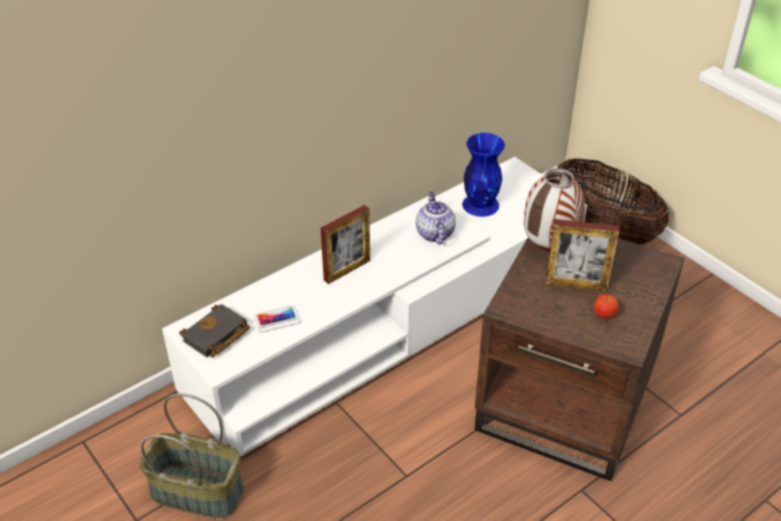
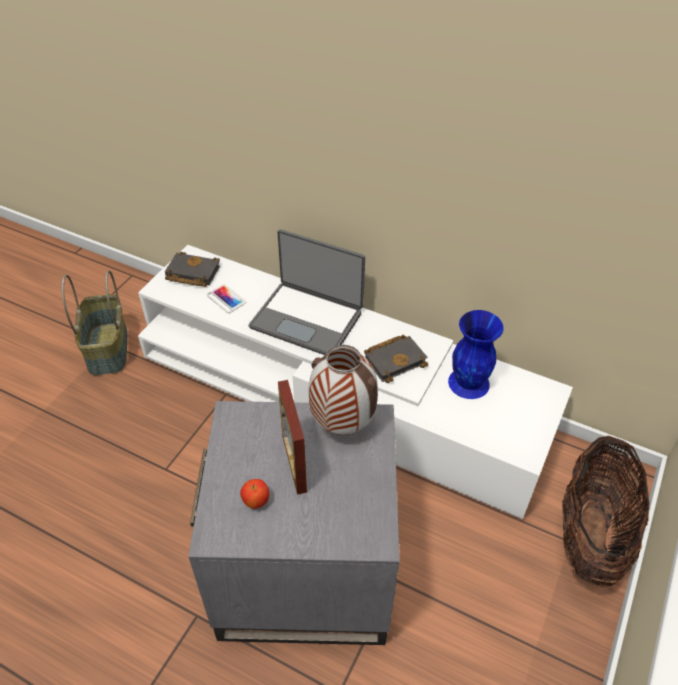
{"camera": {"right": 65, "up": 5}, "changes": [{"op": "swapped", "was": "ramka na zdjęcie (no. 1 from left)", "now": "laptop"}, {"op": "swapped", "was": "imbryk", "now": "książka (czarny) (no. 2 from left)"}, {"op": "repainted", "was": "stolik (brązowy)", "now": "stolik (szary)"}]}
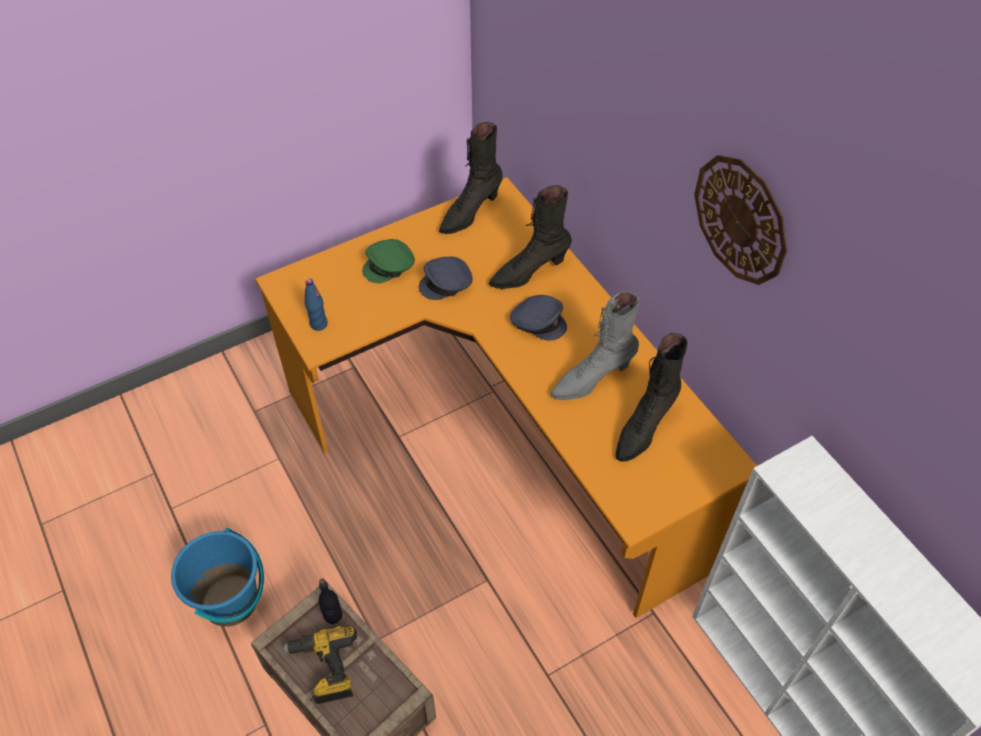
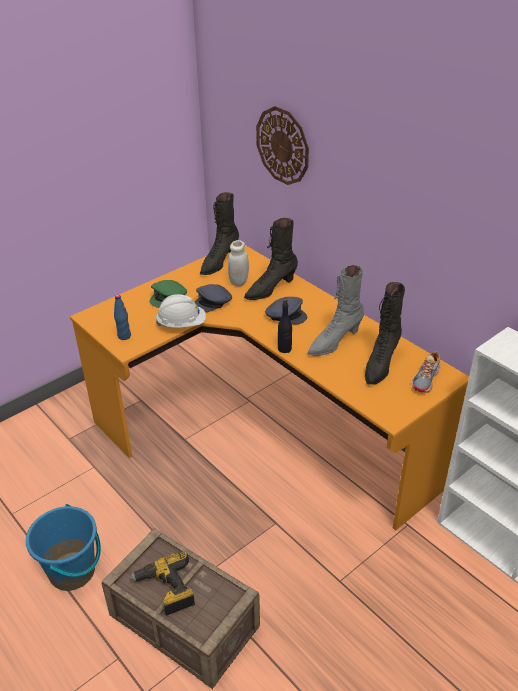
{"camera": {"right": -10, "up": -15}, "changes": [{"op": "shifted", "was": "butelka (czarny)"}, {"op": "shifted", "was": "zegar ścienny"}, {"op": "new", "now": "kask (biały)"}, {"op": "new", "now": "słoik (biały)"}, {"op": "new", "now": "but"}]}
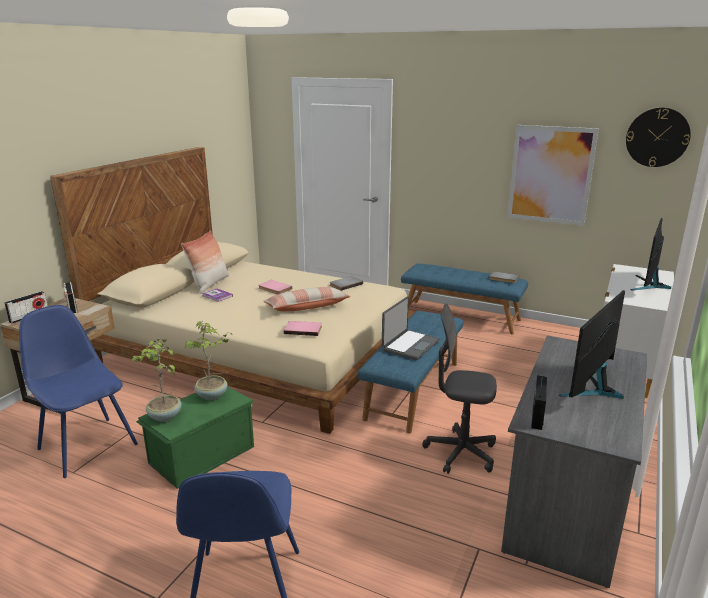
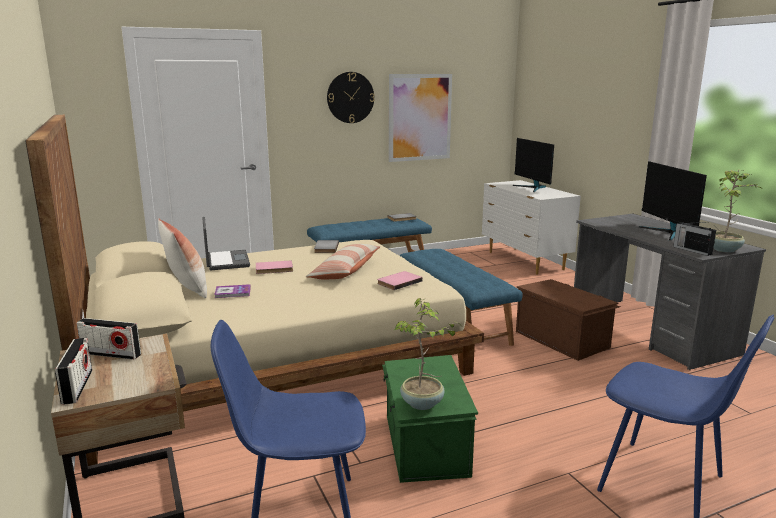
{"camera": {"right": -50, "up": -5}, "changes": [{"op": "shifted", "was": "roślina doniczkowa (no. 2 from left)"}, {"op": "shifted", "was": "laptop"}, {"op": "swapped", "was": "krzesło biurowe (szary)", "now": "pojemnik do przechowywania (brązowy)"}, {"op": "shifted", "was": "zegar ścienny"}]}
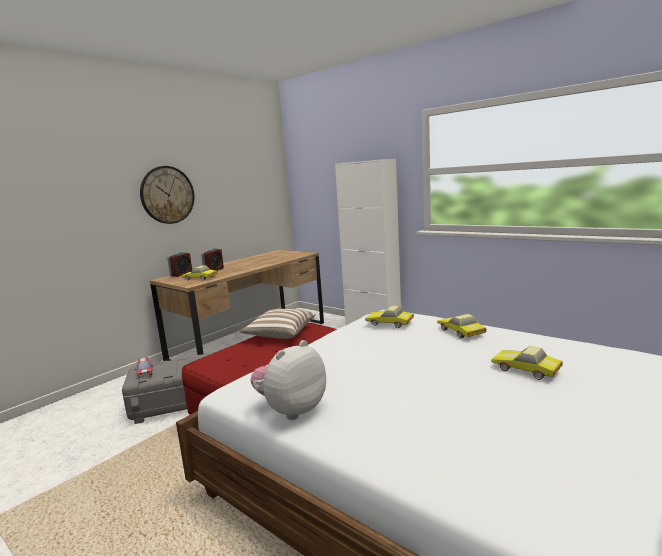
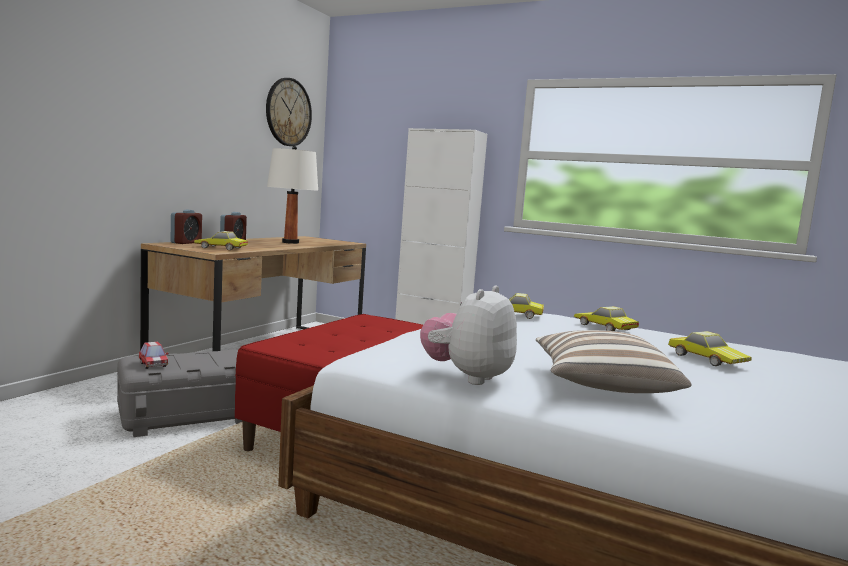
{"camera": {"right": -15, "up": -5}, "changes": [{"op": "shifted", "was": "zegar ścienny"}, {"op": "shifted", "was": "poduszka"}, {"op": "rotated", "was": "samochodzik (no. 5 from left)", "clockwise": -150}, {"op": "new", "now": "lampa stołowa (biały)"}]}
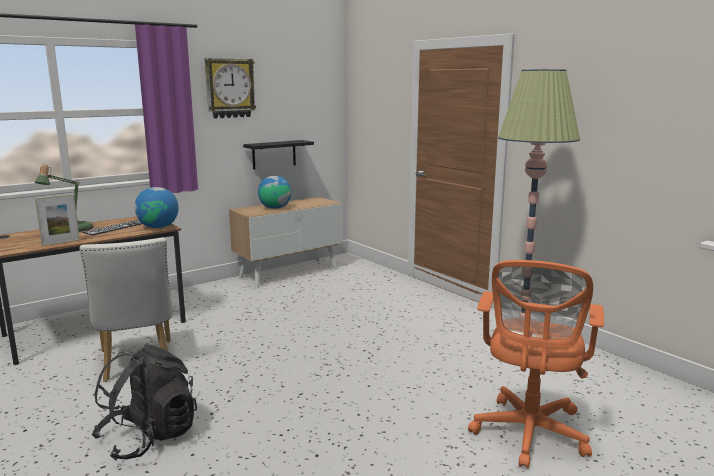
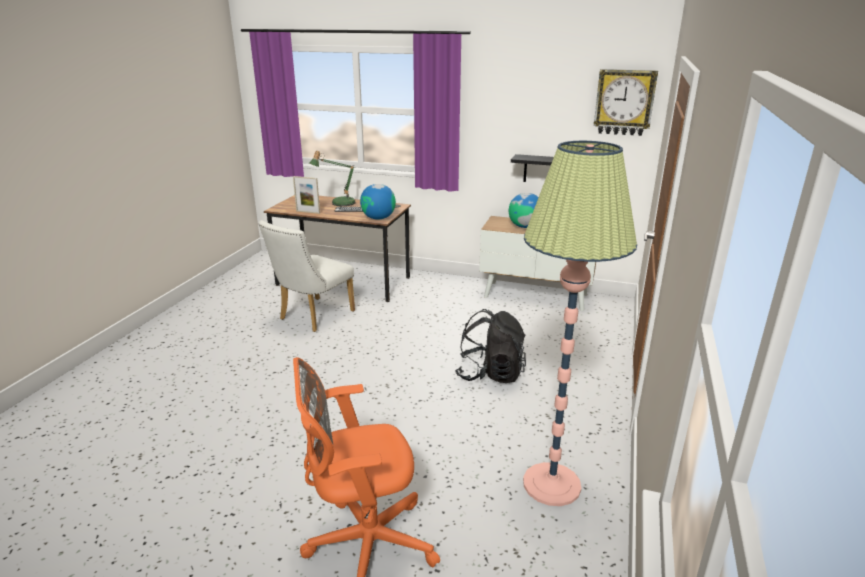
{"camera": {"right": 55, "up": 10}, "changes": [{"op": "shifted", "was": "plecak (czarny)"}, {"op": "shifted", "was": "zegar ścienny"}]}
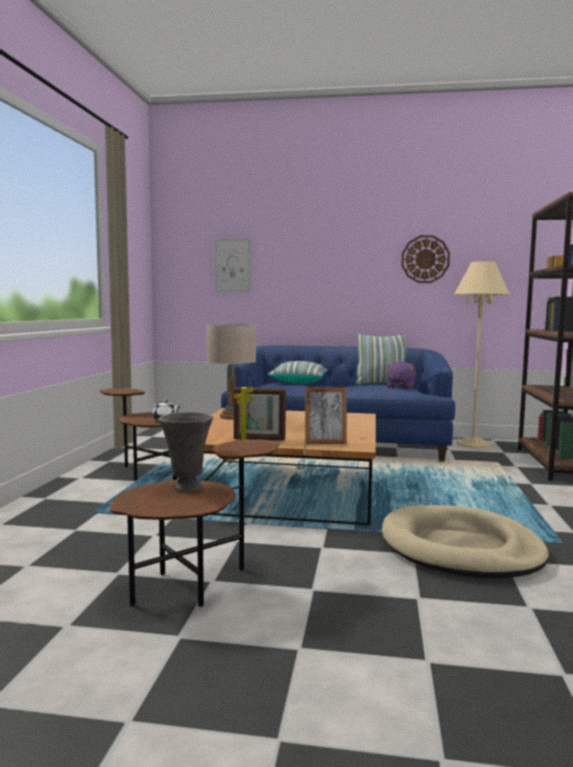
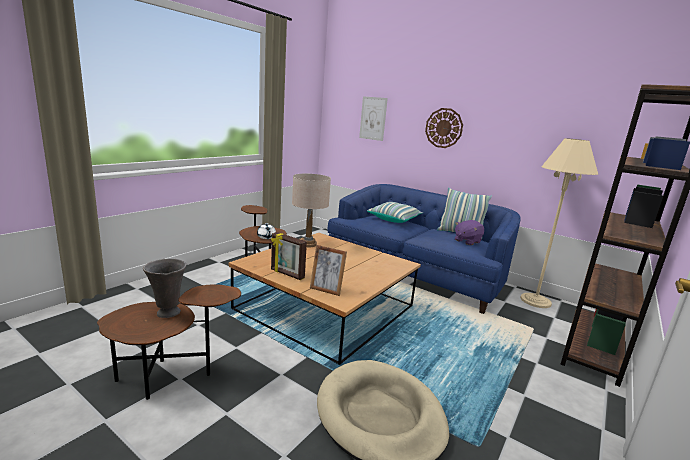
{"camera": {"right": 25, "up": 10}, "changes": [{"op": "shifted", "was": "zegar ścienny"}]}
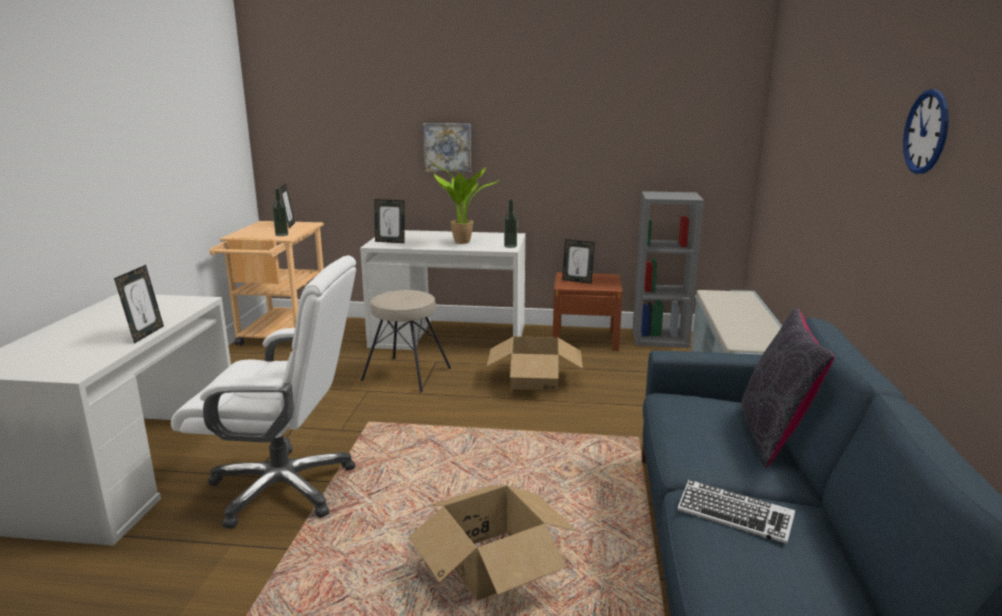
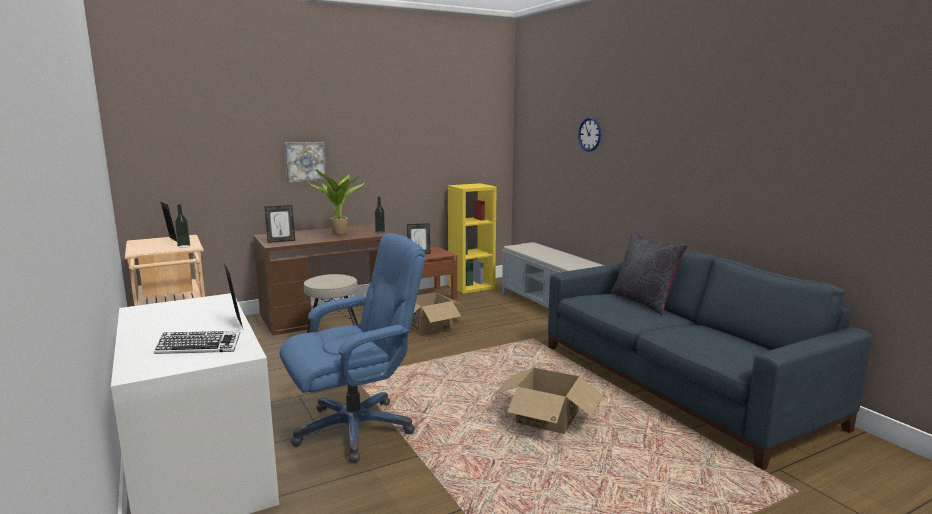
{"camera": {"right": -35, "up": -5}, "changes": [{"op": "repainted", "was": "krzesło biurowe (biały)", "now": "krzesło biurowe (niebieski)"}, {"op": "repainted", "was": "biurko (biały) (no. 2 from left)", "now": "biurko (brązowy)"}, {"op": "repainted", "was": "regał (szary)", "now": "regał (żółty)"}, {"op": "shifted", "was": "klawiatura"}, {"op": "shifted", "was": "zegar ścienny"}]}
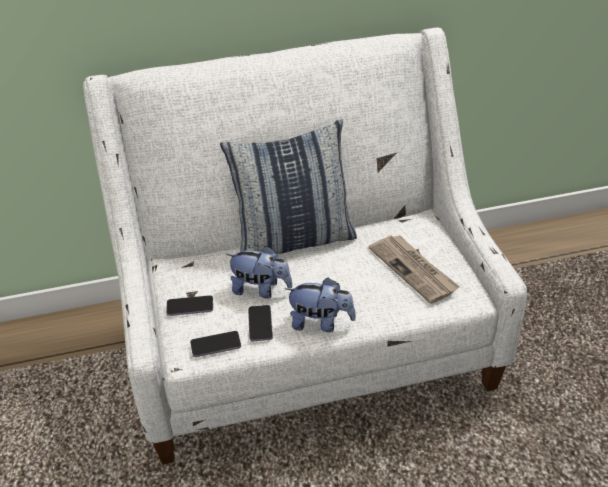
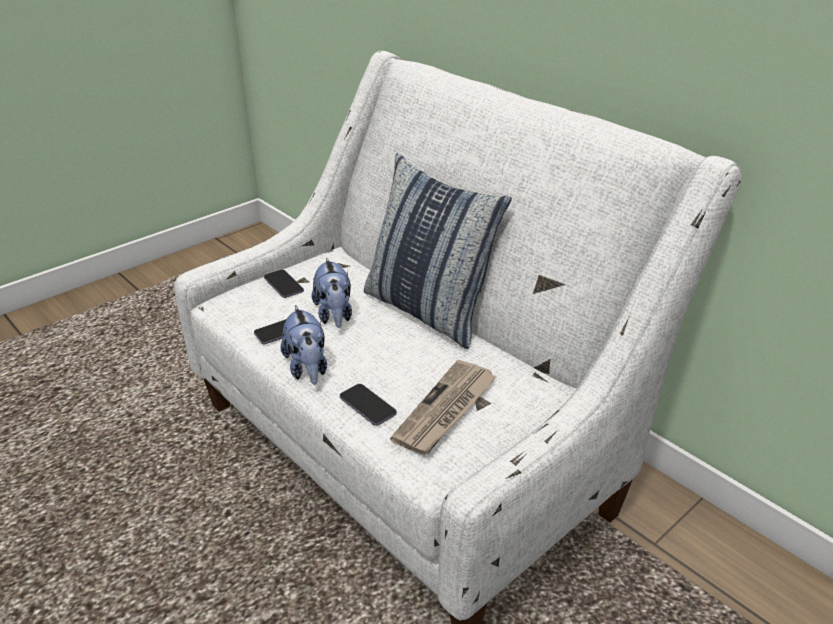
{"camera": {"right": 60, "up": -5}, "changes": [{"op": "shifted", "was": "telefon (no. 2 from left in the first image)", "now": "telefon (no. 3 from left)"}]}
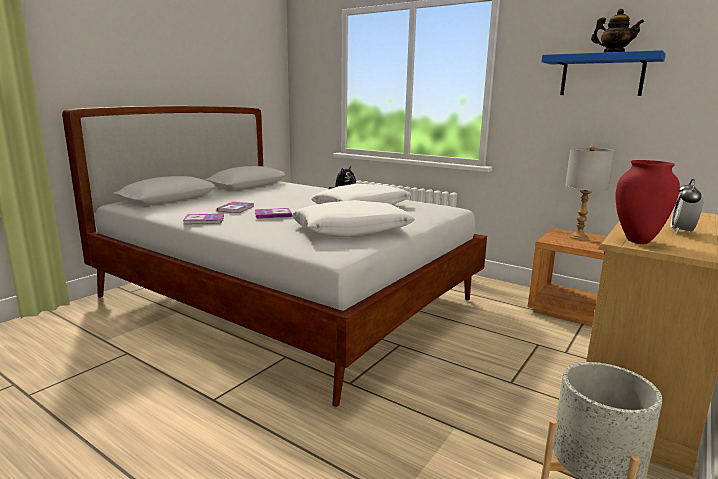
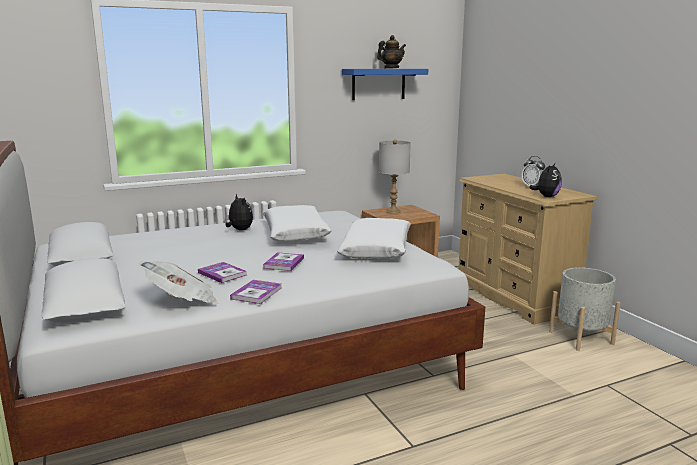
{"camera": {"right": -60, "up": 0}, "changes": [{"op": "swapped", "was": "wazon (czerwony)", "now": "pluszak (no. 2 from left)"}, {"op": "new", "now": "gazeta"}]}
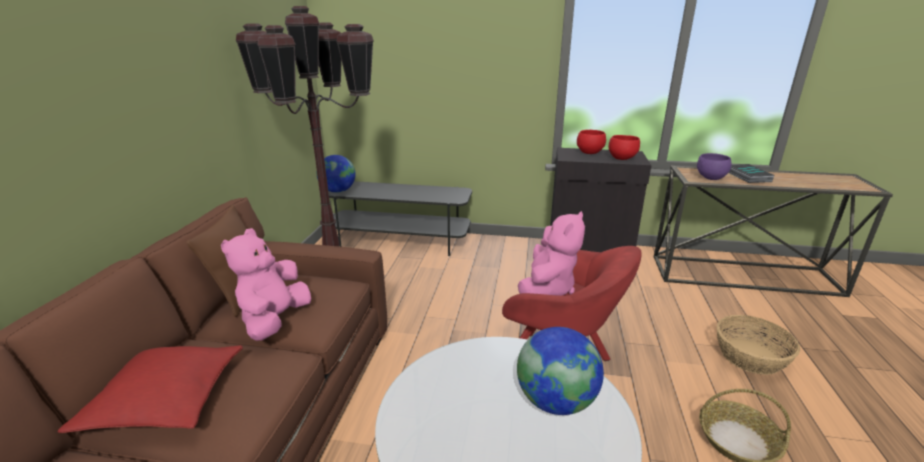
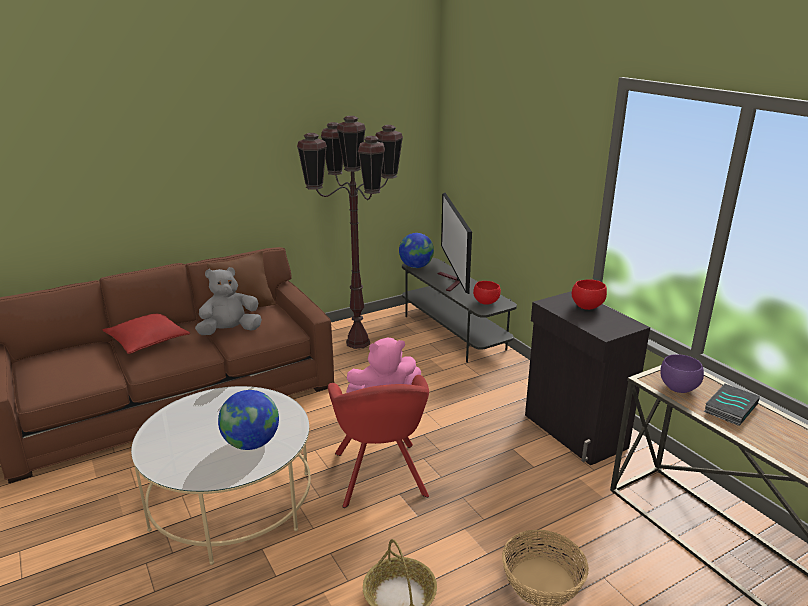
{"camera": {"right": 50, "up": 0}, "changes": [{"op": "repainted", "was": "pluszak (różowy) (no. 1 from left)", "now": "pluszak (szary)"}, {"op": "shifted", "was": "miska (czerwony) (no. 2 from left in the first image)", "now": "miska (czerwony) (no. 1 from left)"}, {"op": "new", "now": "telewizor"}]}
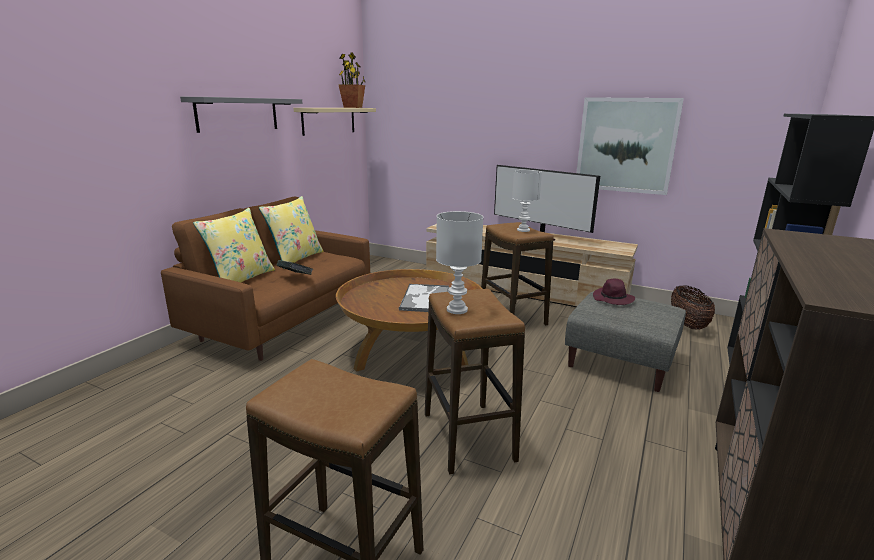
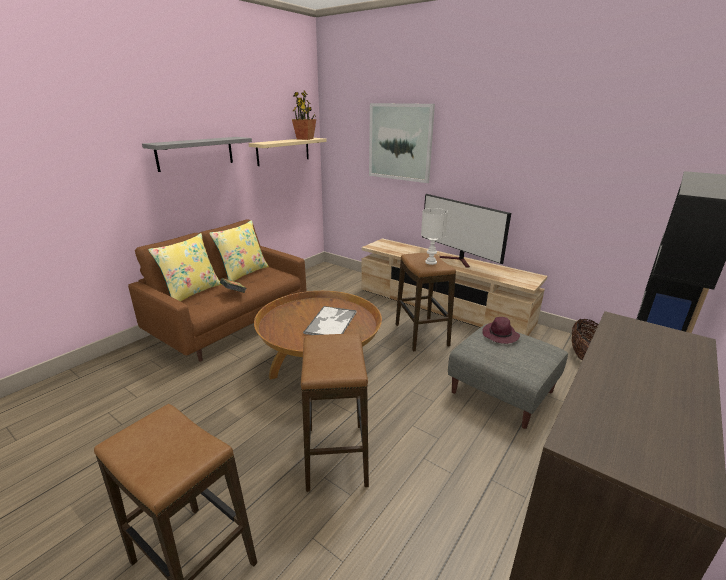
{"camera": {"right": 10, "up": 5}, "changes": [{"op": "gone", "was": "lampa stołowa (biały) (no. 1 from left)"}, {"op": "shifted", "was": "obraz"}]}
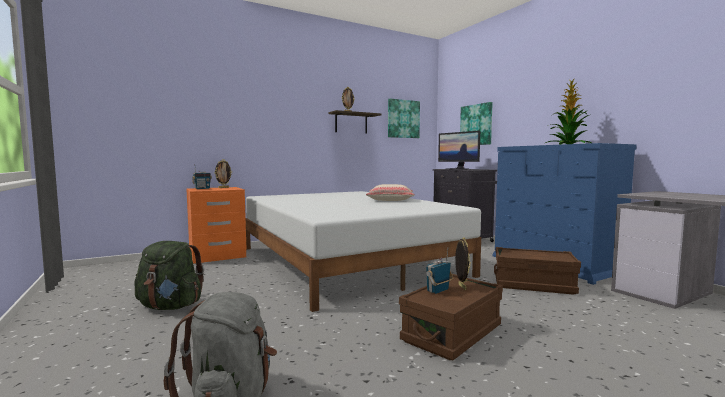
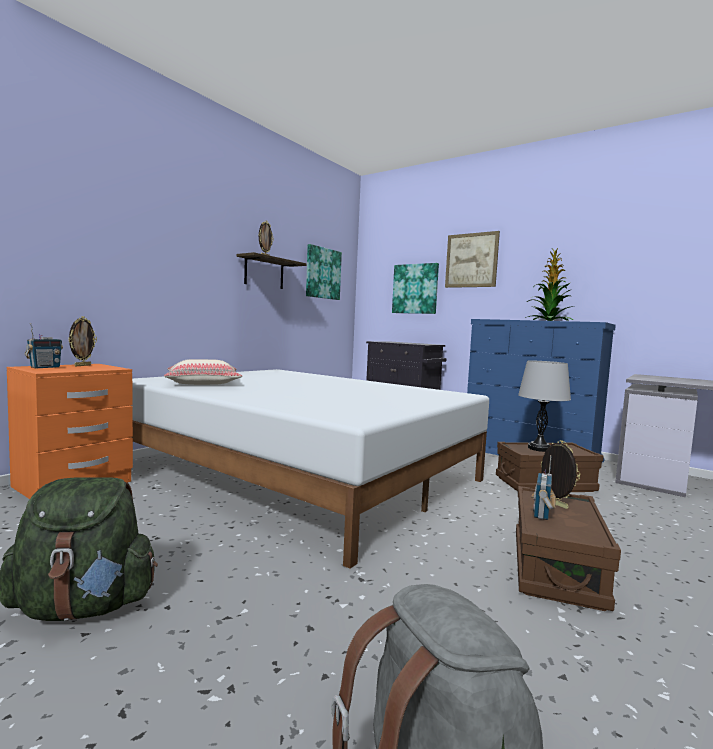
{"camera": {"right": -25, "up": 0}, "changes": [{"op": "shifted", "was": "poduszka (beżowy)"}, {"op": "gone", "was": "monitor"}, {"op": "new", "now": "obraz (no. 3 from left)"}, {"op": "new", "now": "lampa stołowa (szary)"}]}
